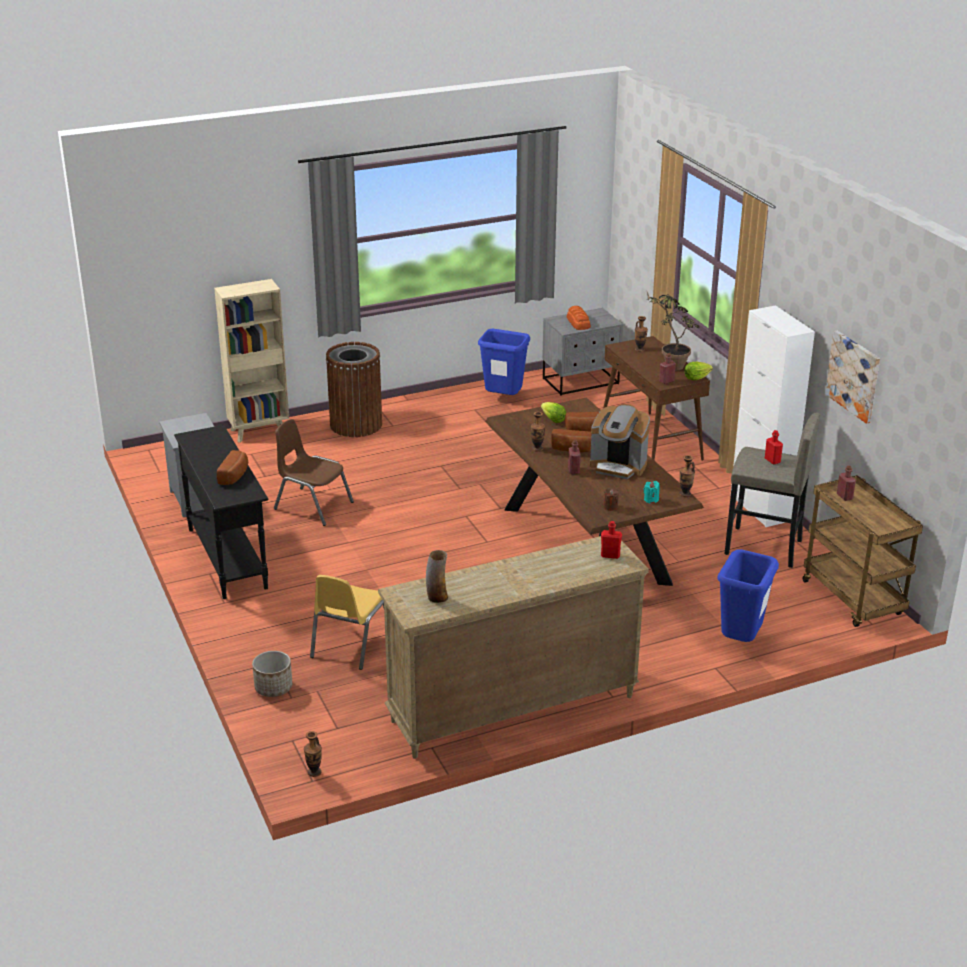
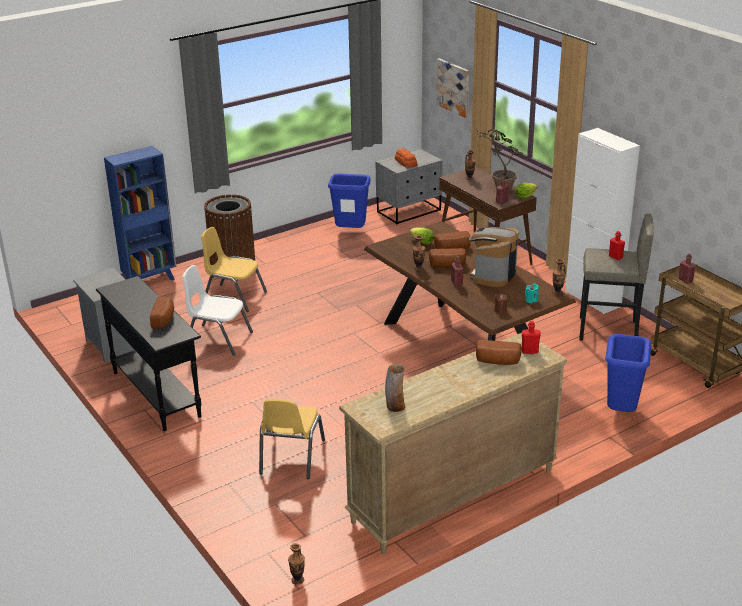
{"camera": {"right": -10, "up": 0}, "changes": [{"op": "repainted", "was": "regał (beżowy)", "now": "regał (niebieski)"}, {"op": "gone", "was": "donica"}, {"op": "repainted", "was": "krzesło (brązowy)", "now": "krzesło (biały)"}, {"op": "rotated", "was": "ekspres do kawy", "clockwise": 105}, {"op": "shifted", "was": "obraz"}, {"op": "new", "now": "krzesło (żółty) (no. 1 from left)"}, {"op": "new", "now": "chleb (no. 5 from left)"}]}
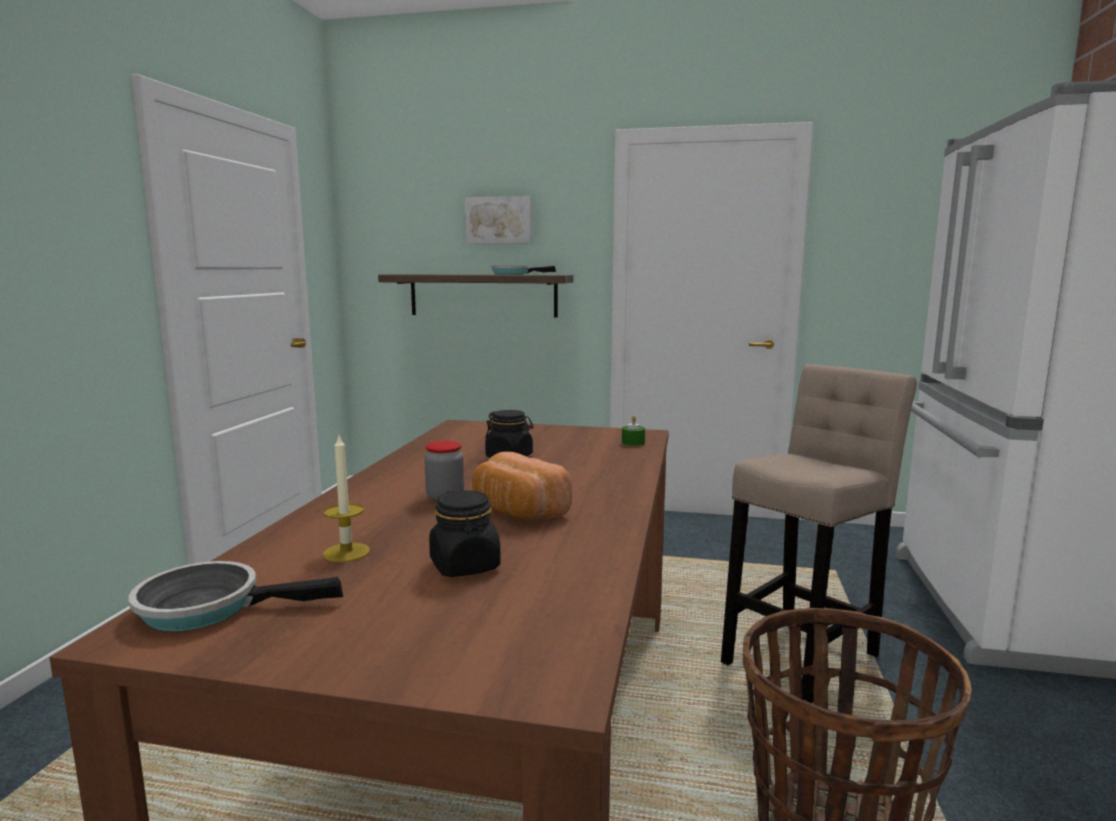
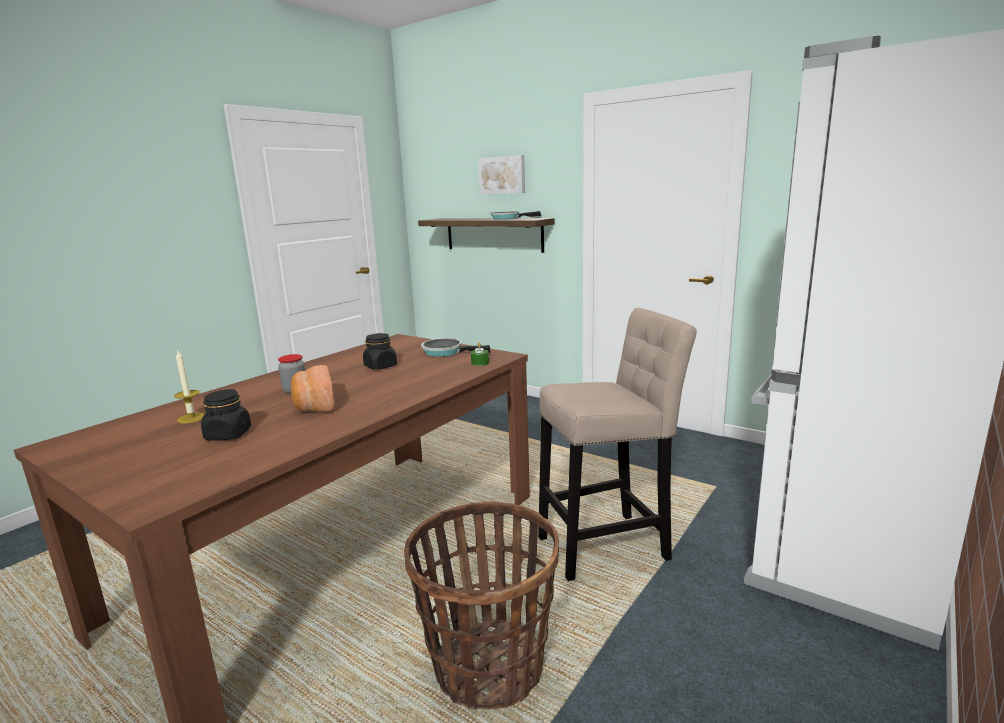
{"camera": {"right": 25, "up": 5}, "changes": [{"op": "shifted", "was": "patelnia (no. 1 from left)"}]}
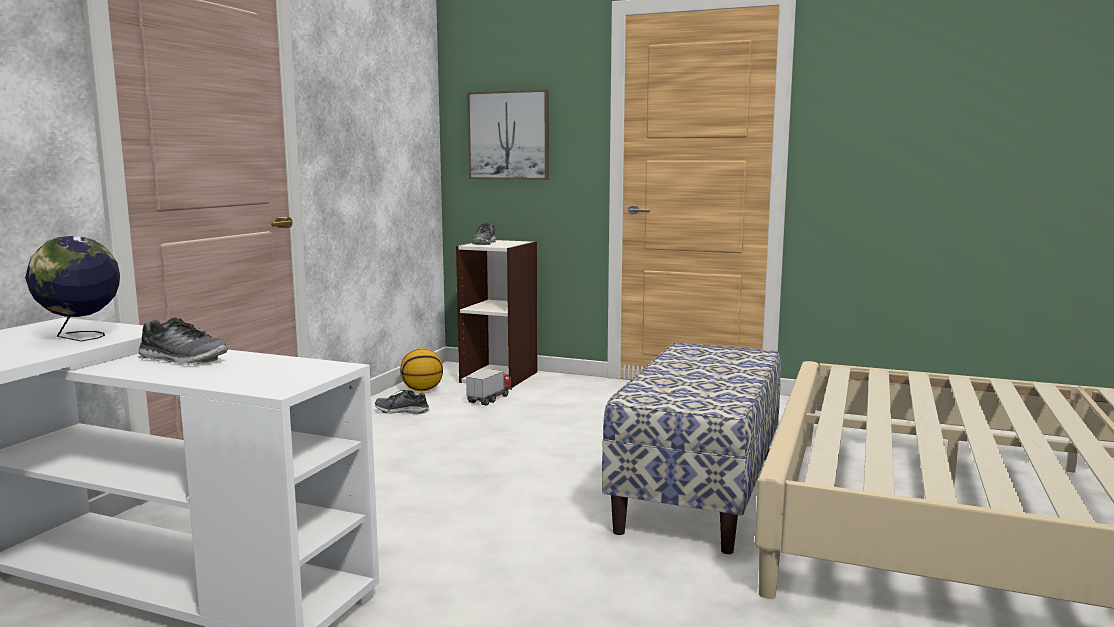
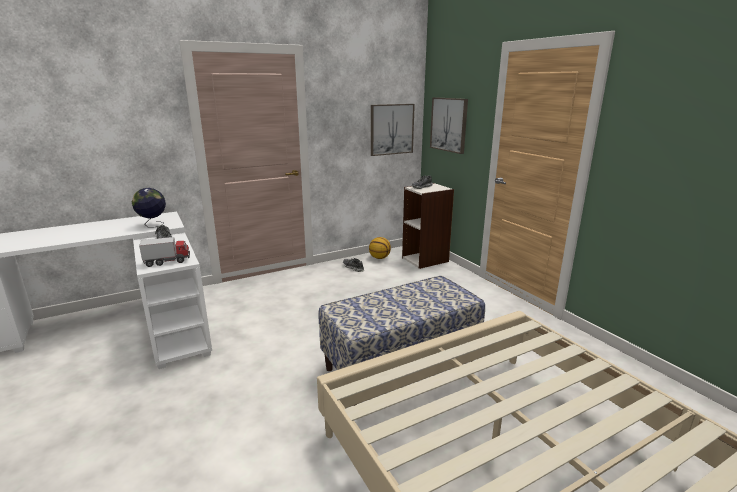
{"camera": {"right": 40, "up": 10}, "changes": [{"op": "shifted", "was": "ciężarówka zabawkowa"}, {"op": "new", "now": "obraz (no. 1 from left)"}]}
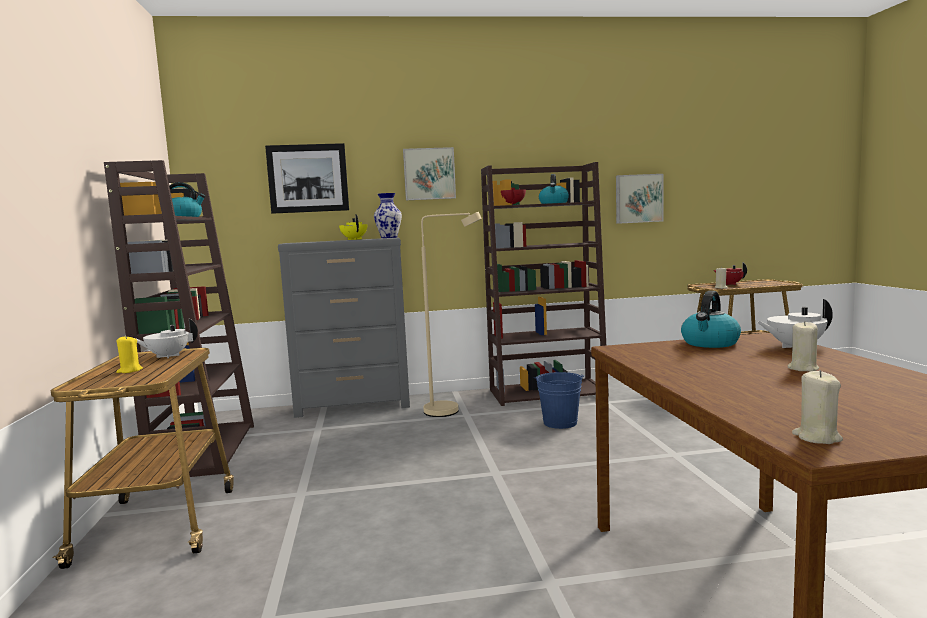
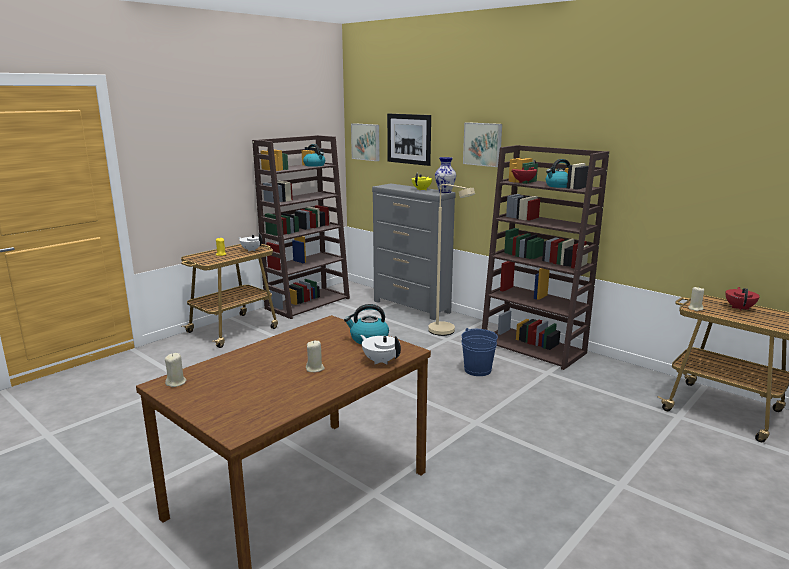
{"camera": {"right": 50, "up": 10}, "changes": [{"op": "shifted", "was": "obraz (no. 3 from left in the first image)", "now": "obraz (no. 1 from left)"}]}
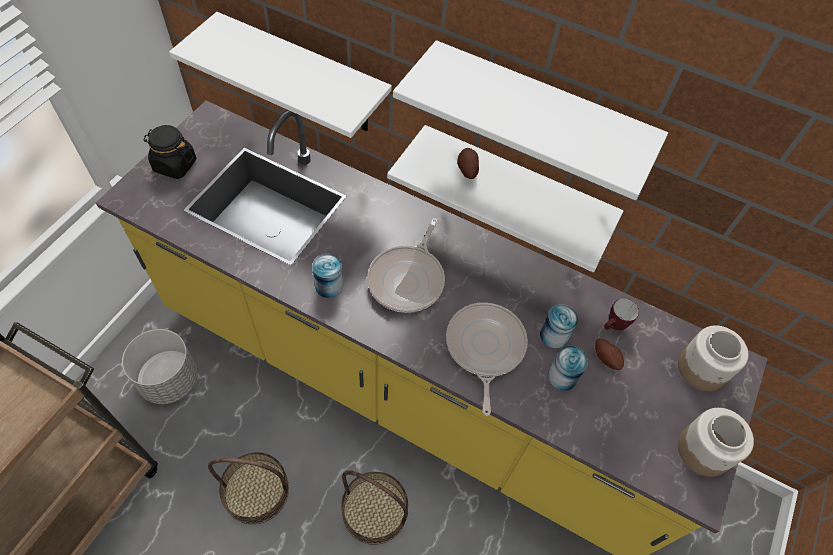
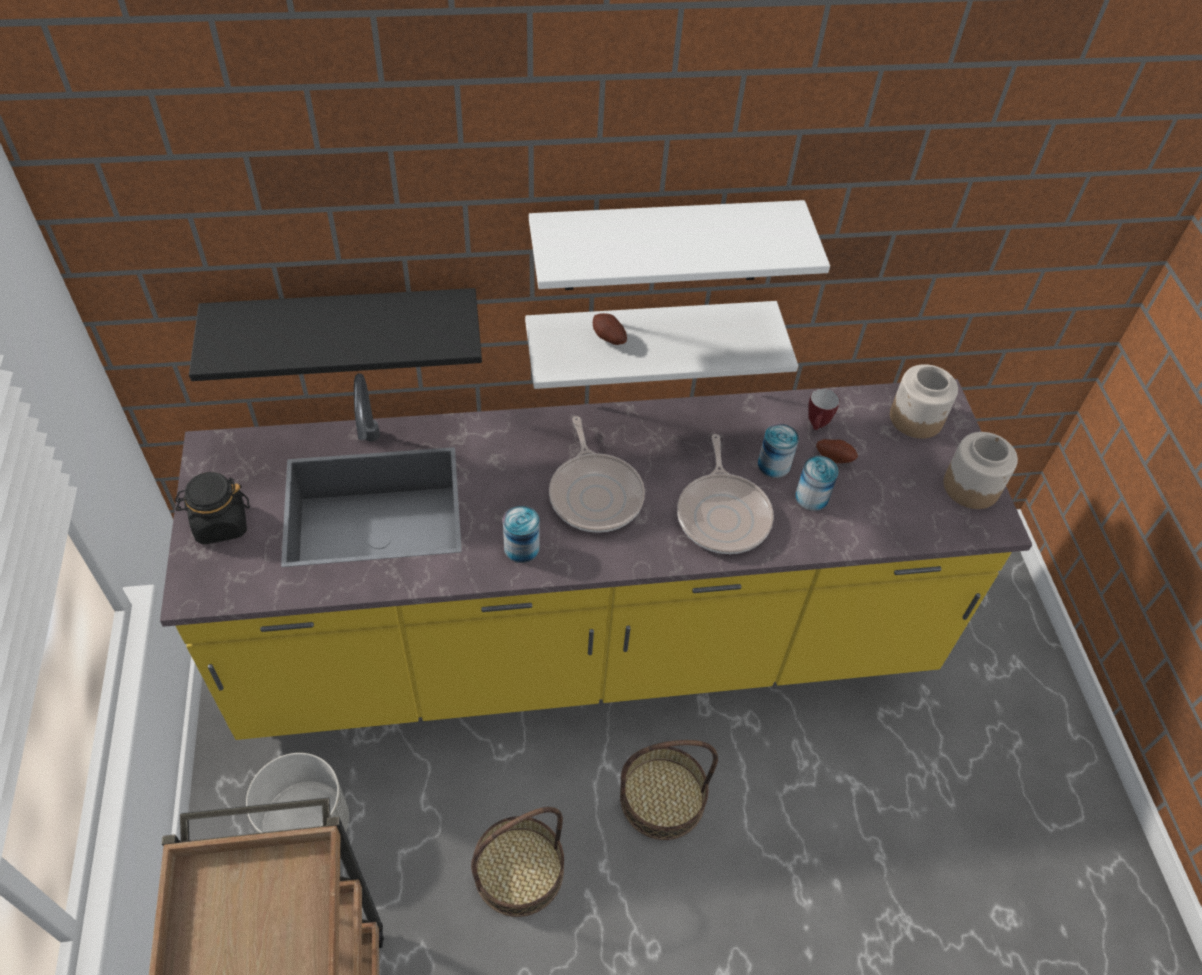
{"camera": {"right": -35, "up": -5}, "changes": [{"op": "repainted", "was": "półka (biały) (no. 1 from left)", "now": "półka (czarny)"}, {"op": "rotated", "was": "patelnia (no. 2 from left)", "clockwise": -150}]}
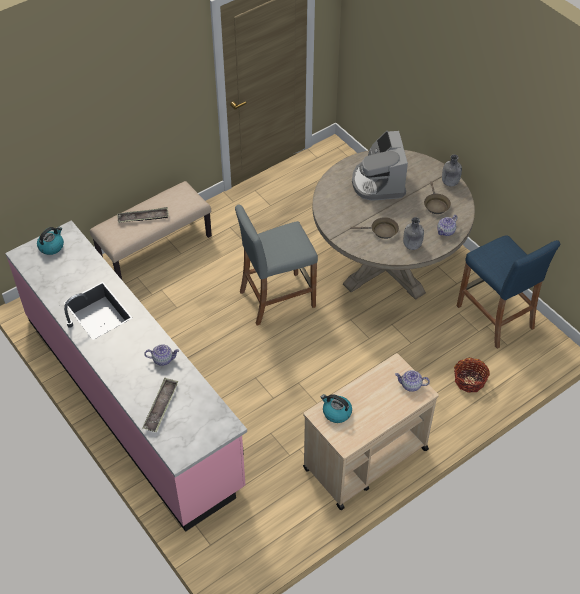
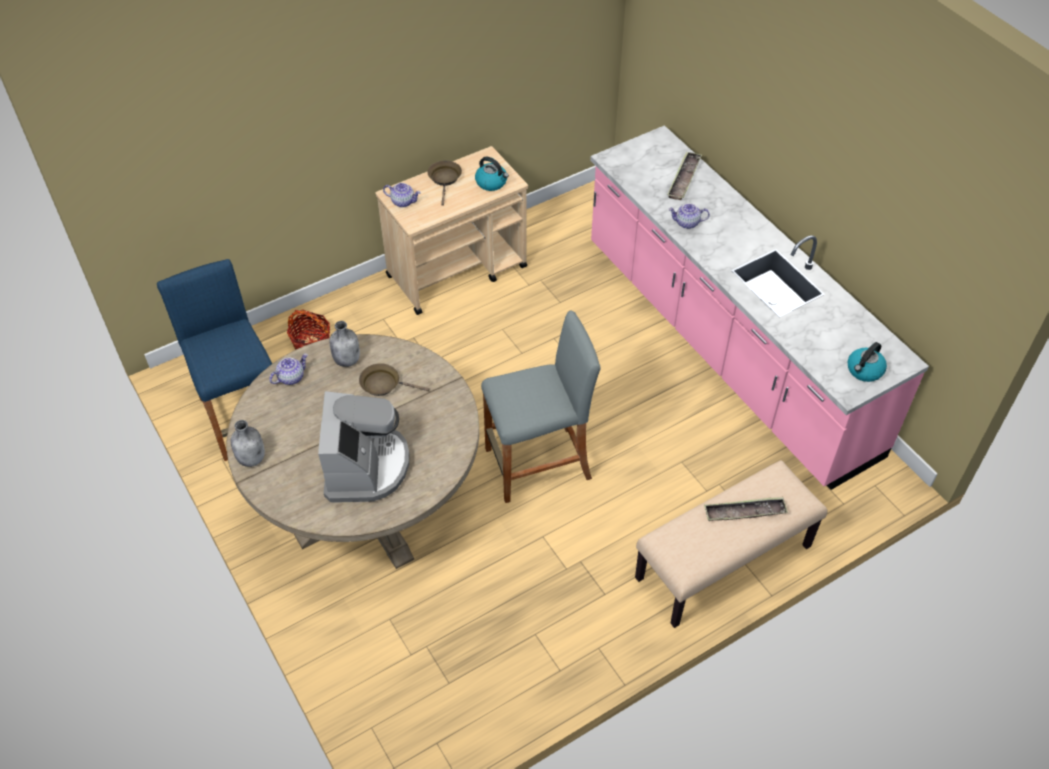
{"camera": {"right": -175, "up": 0}, "changes": [{"op": "shifted", "was": "patelnia (brązowy) (no. 2 from left)"}]}
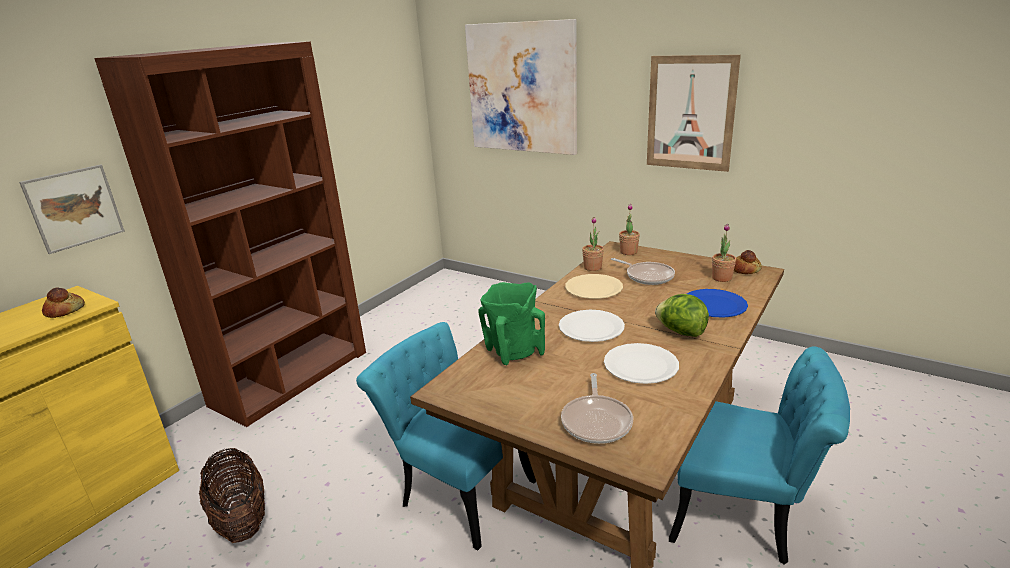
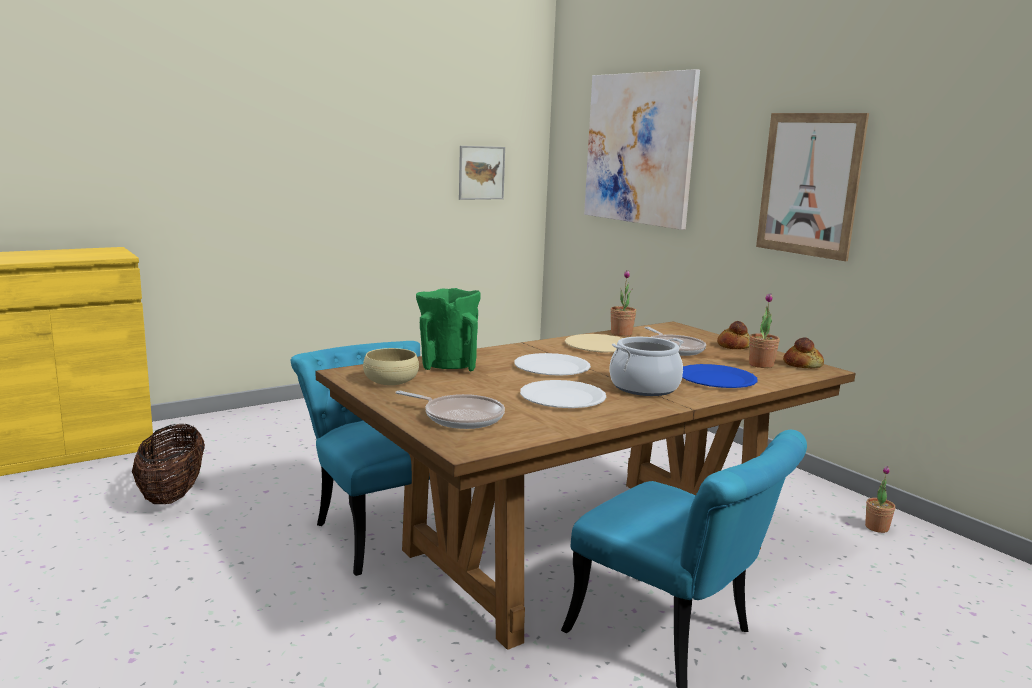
{"camera": {"right": 20, "up": -10}, "changes": [{"op": "shifted", "was": "obraz (no. 1 from left)"}, {"op": "shifted", "was": "chleb (no. 1 from left)"}, {"op": "gone", "was": "regał (brązowy)"}, {"op": "rotated", "was": "patelnia (no. 1 from left)", "clockwise": -90}, {"op": "shifted", "was": "roślina doniczkowa (no. 2 from left in the first image)", "now": "roślina doniczkowa (no. 3 from left)"}, {"op": "swapped", "was": "sałata", "now": "garnek"}, {"op": "new", "now": "miska (beżowy)"}]}
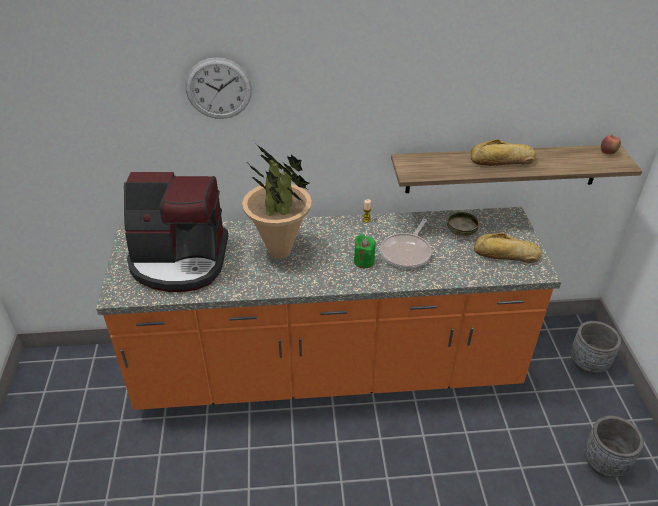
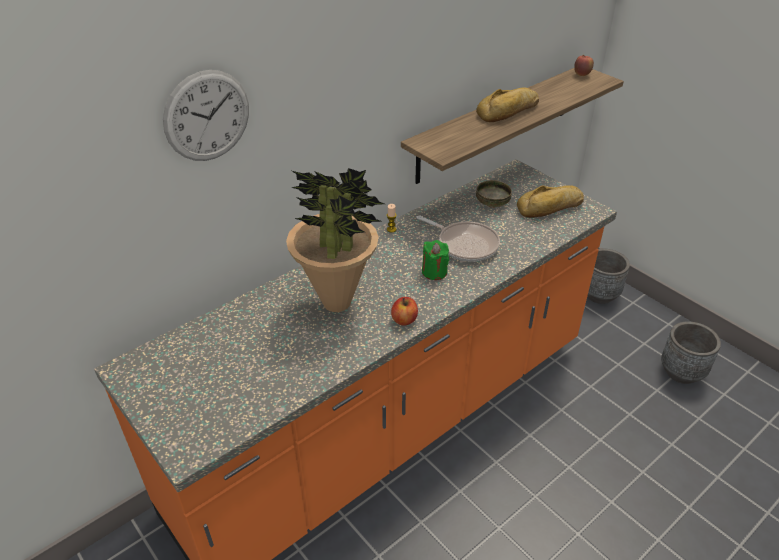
{"camera": {"right": -35, "up": 0}, "changes": [{"op": "gone", "was": "ekspres do kawy"}, {"op": "rotated", "was": "patelnia", "clockwise": -45}, {"op": "new", "now": "jabłko (no. 1 from left)"}]}
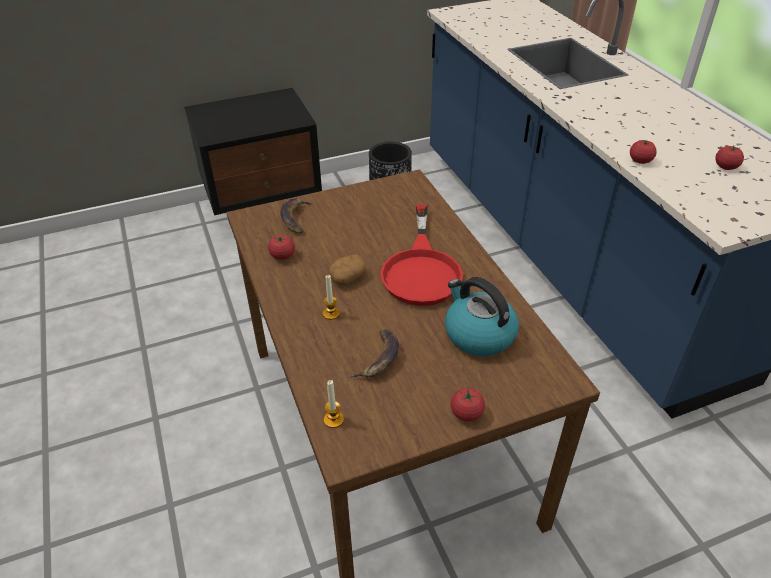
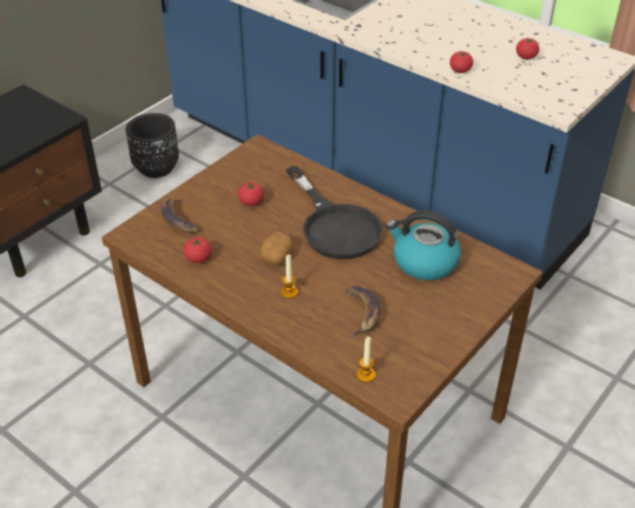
{"camera": {"right": -30, "up": 0}, "changes": [{"op": "repainted", "was": "patelnia (czerwony)", "now": "patelnia (czarny)"}, {"op": "shifted", "was": "pomidor (no. 2 from left)"}]}
